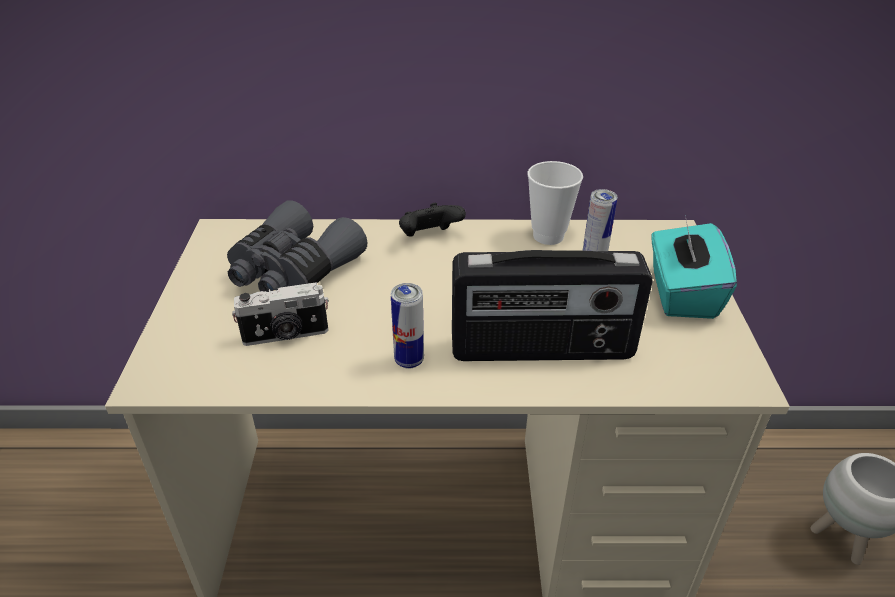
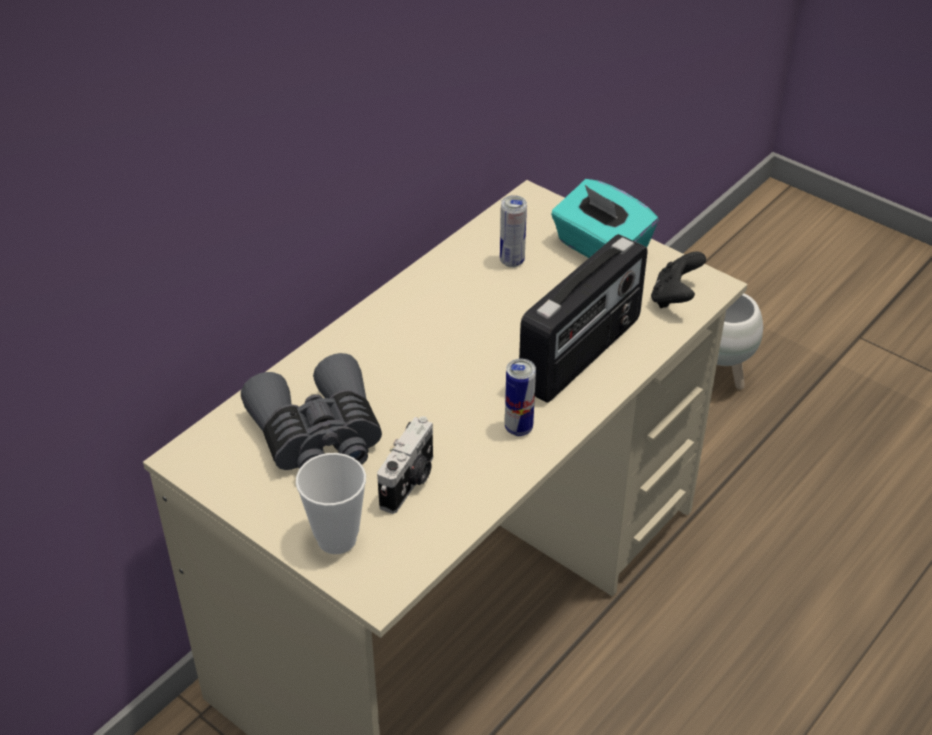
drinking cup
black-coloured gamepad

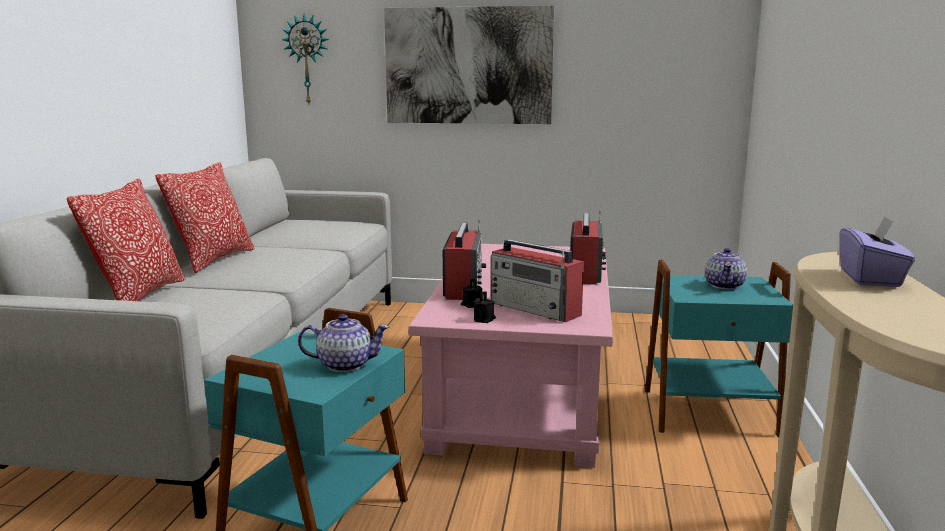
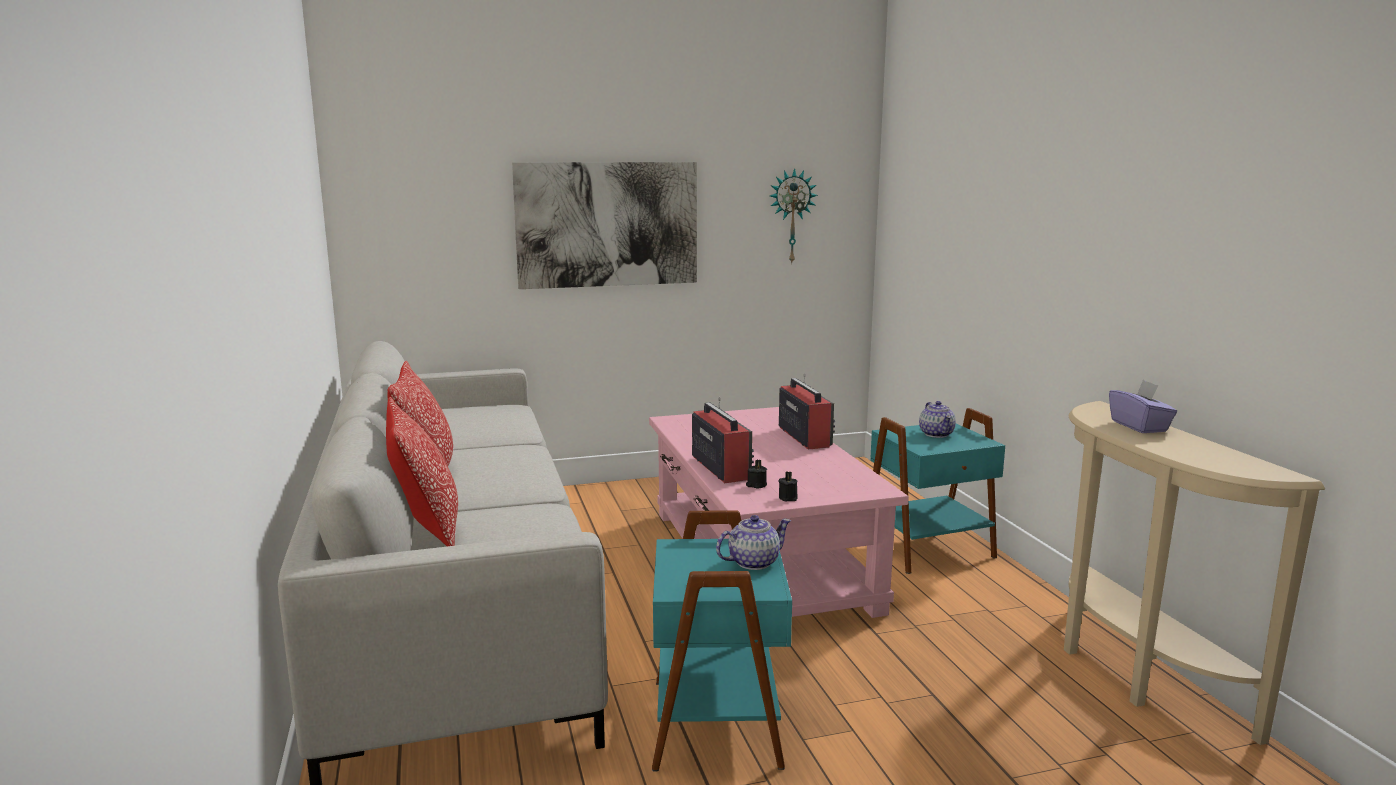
wall clock
radio receiver (2nd from left in the first image)

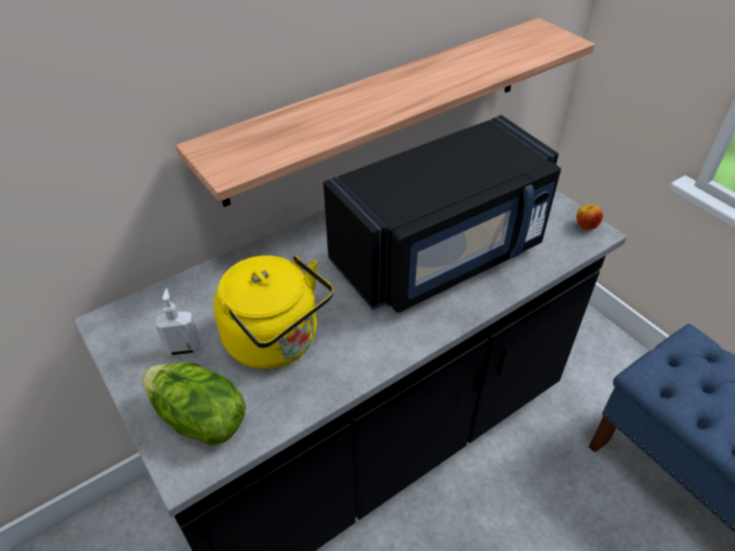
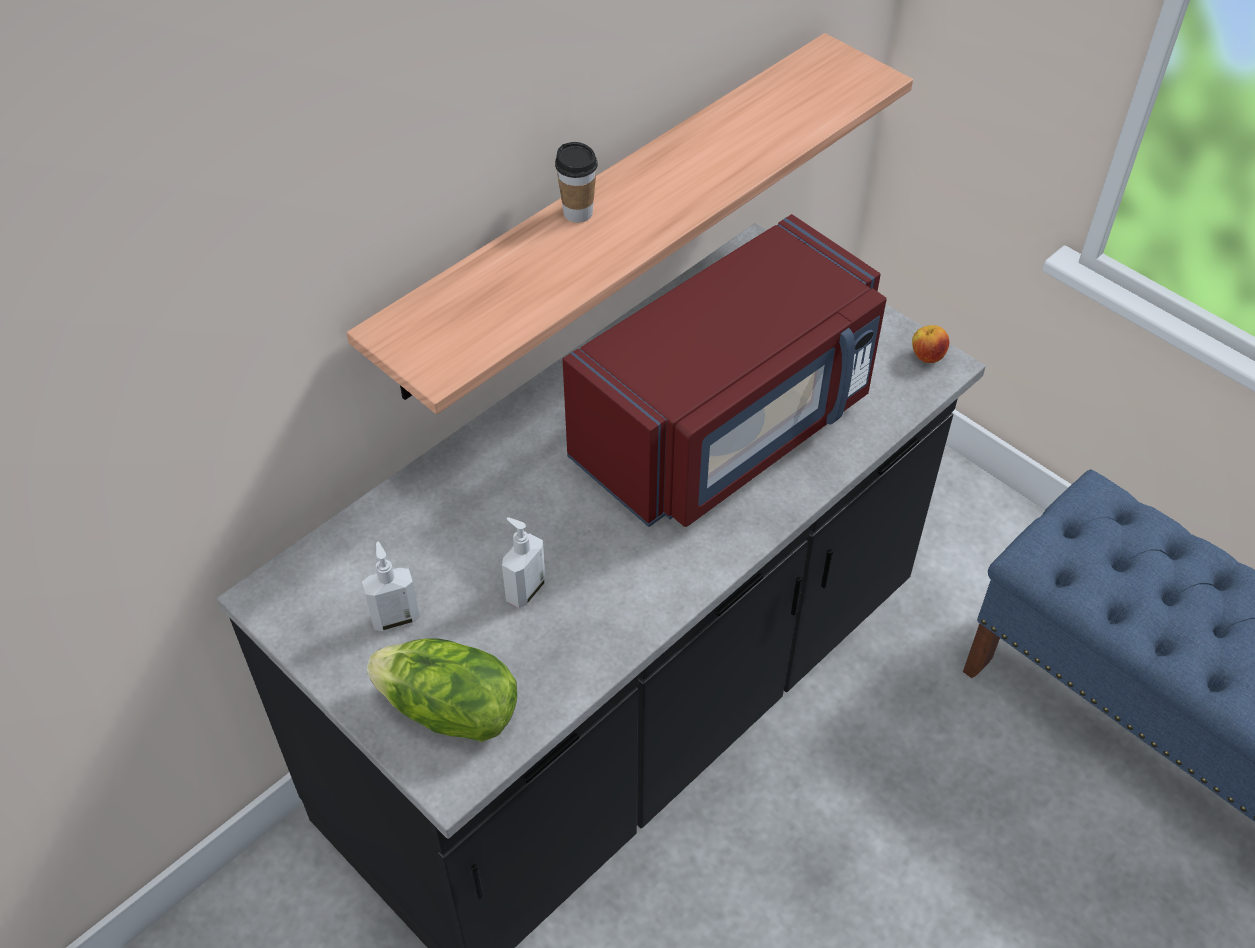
red kitchen microwave
liquid soap bottle (2nd from left)
drinking cup

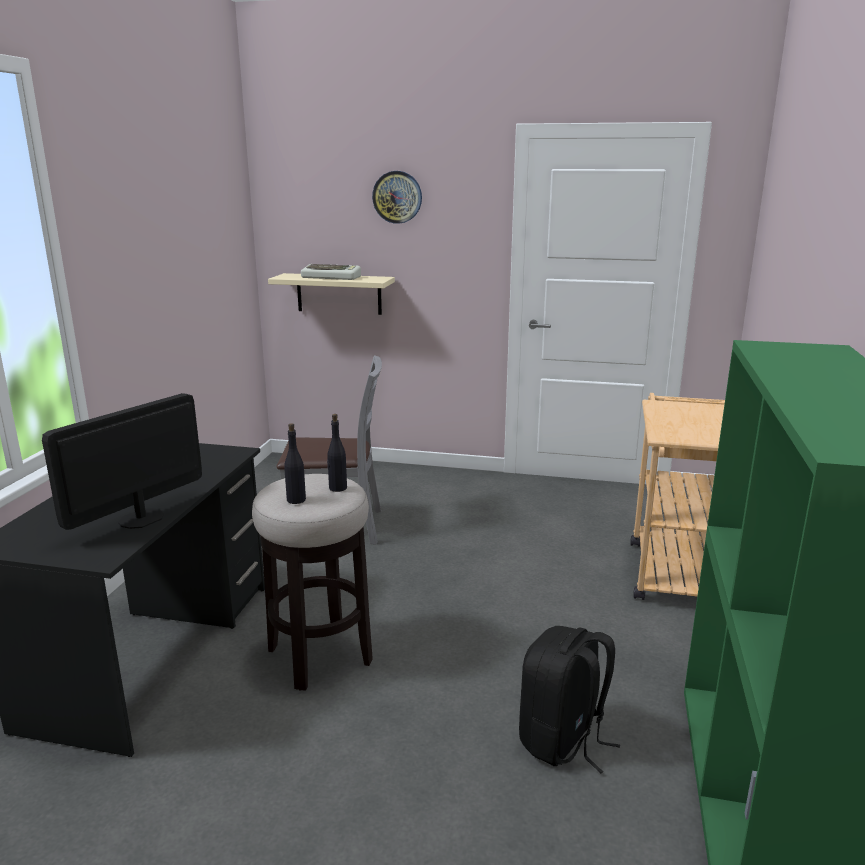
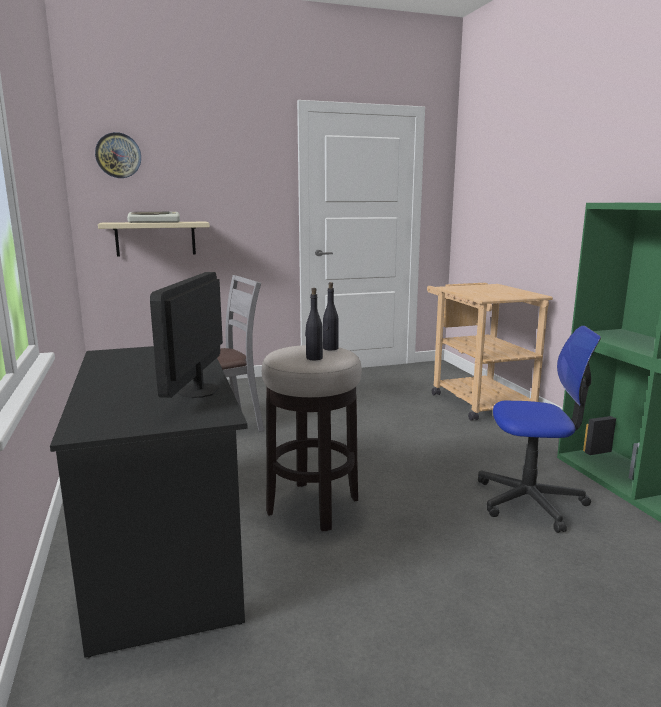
wall clock
office chair

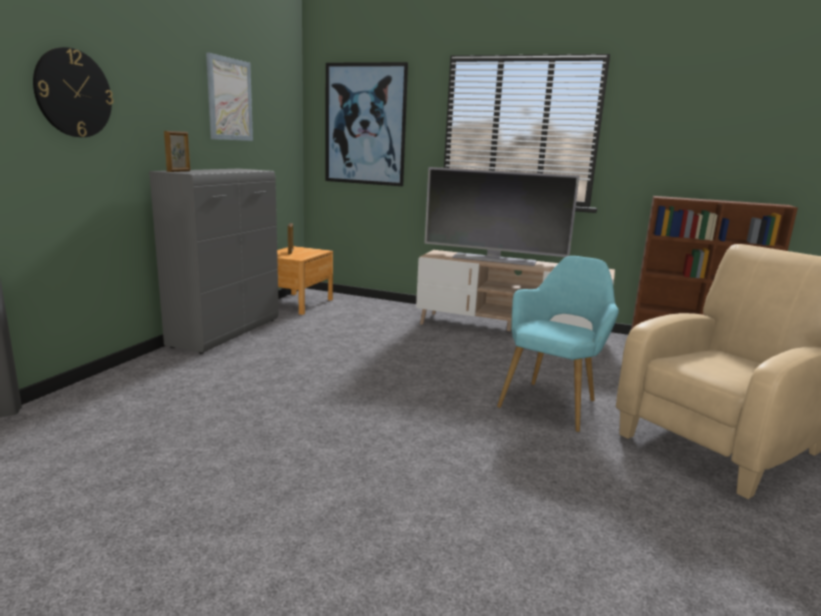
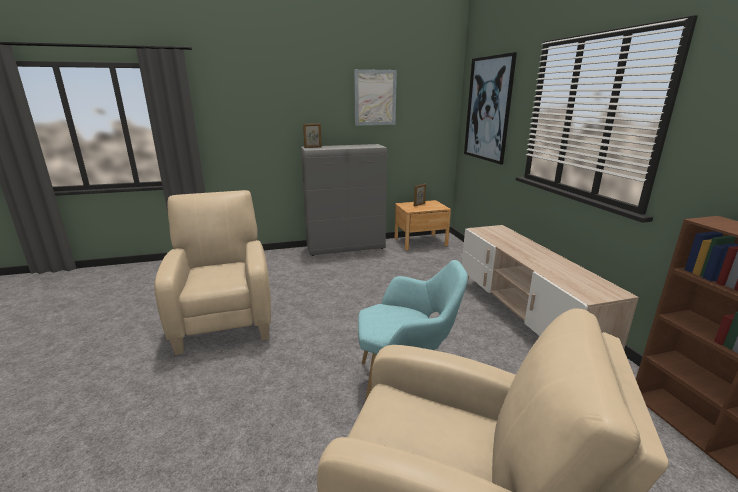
wall clock
television
beige lounge chair (1st from left)

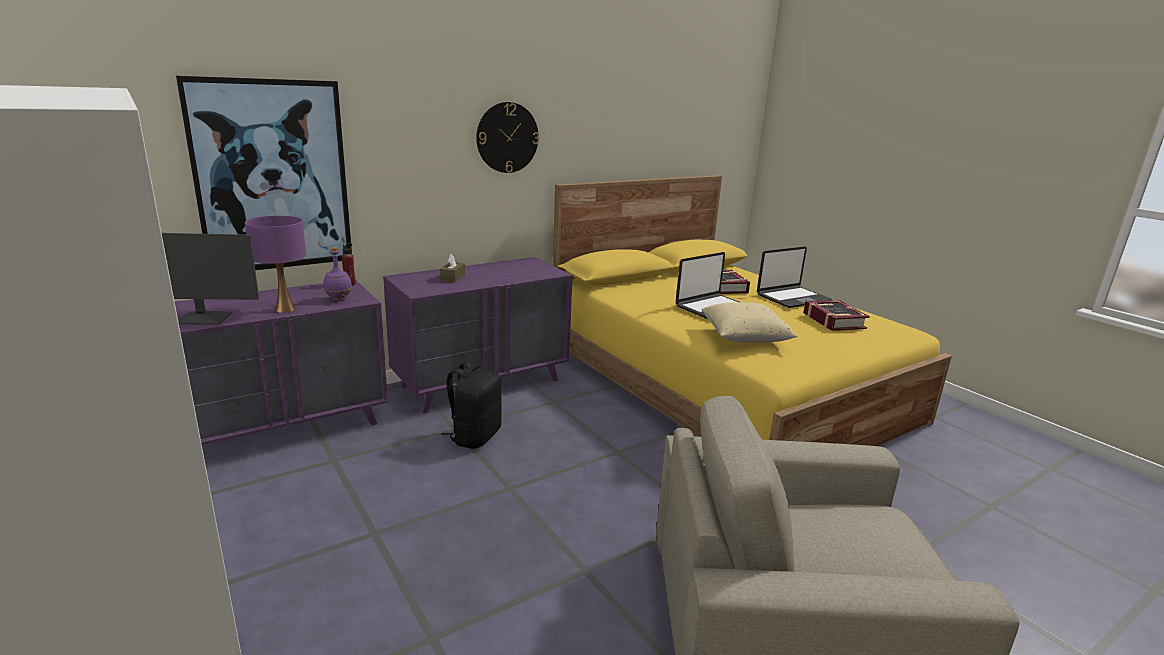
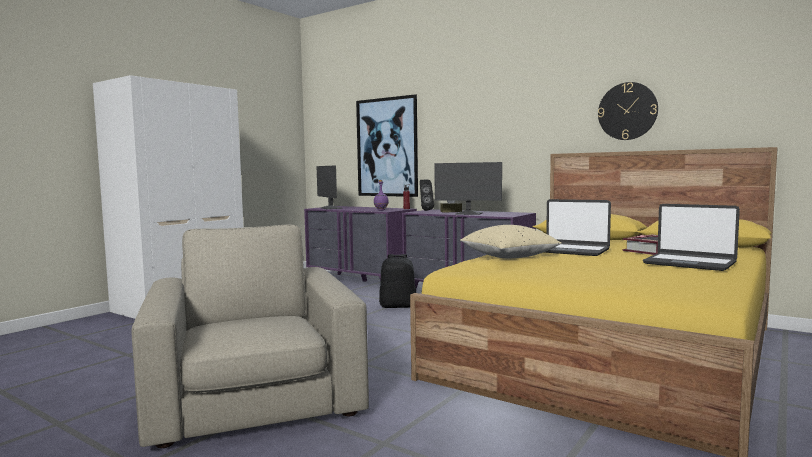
wall clock
purple-coloured tabletop lamp
volume (2nd from left in the first image)
computer display (2nd from left)
black-coloured audio speaker

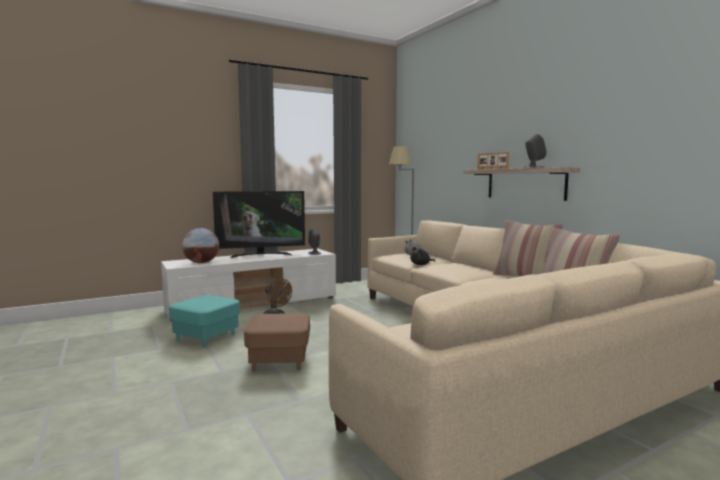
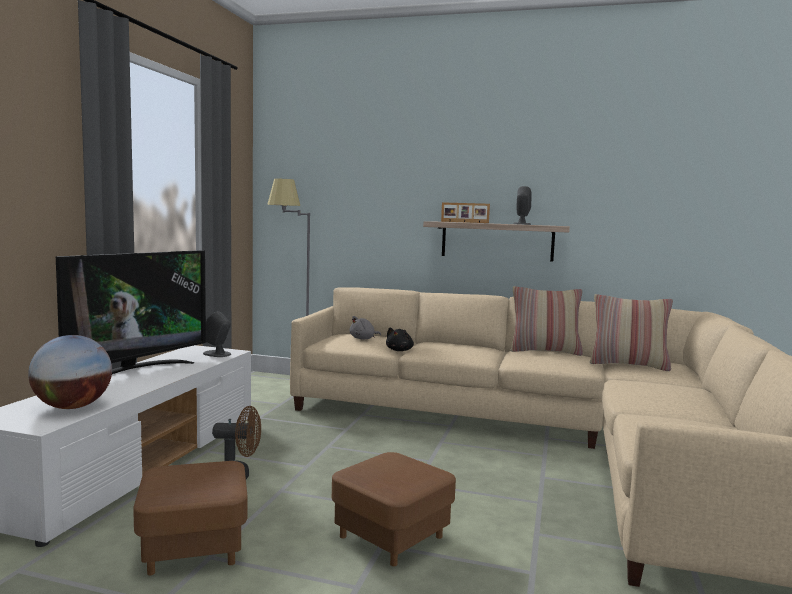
brownish footrest (1st from left)

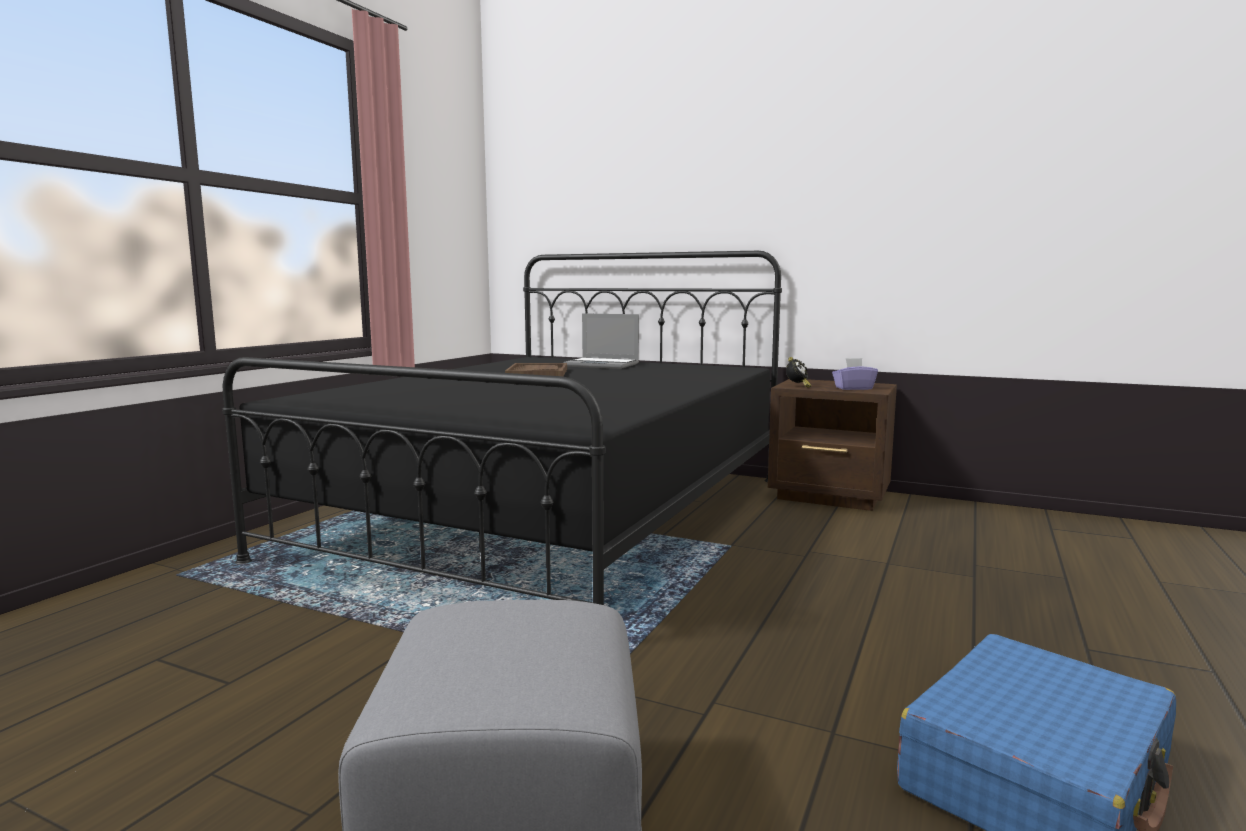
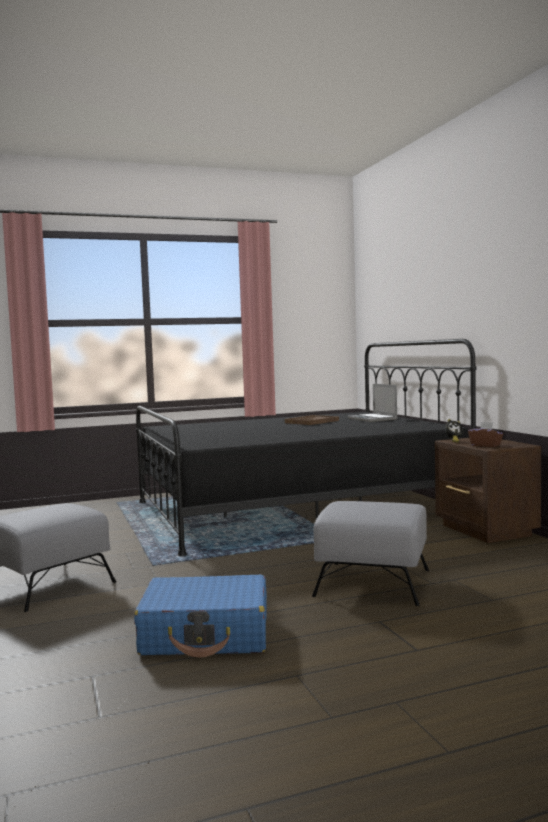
brownish tissue box
gray footrest (2nd from left)

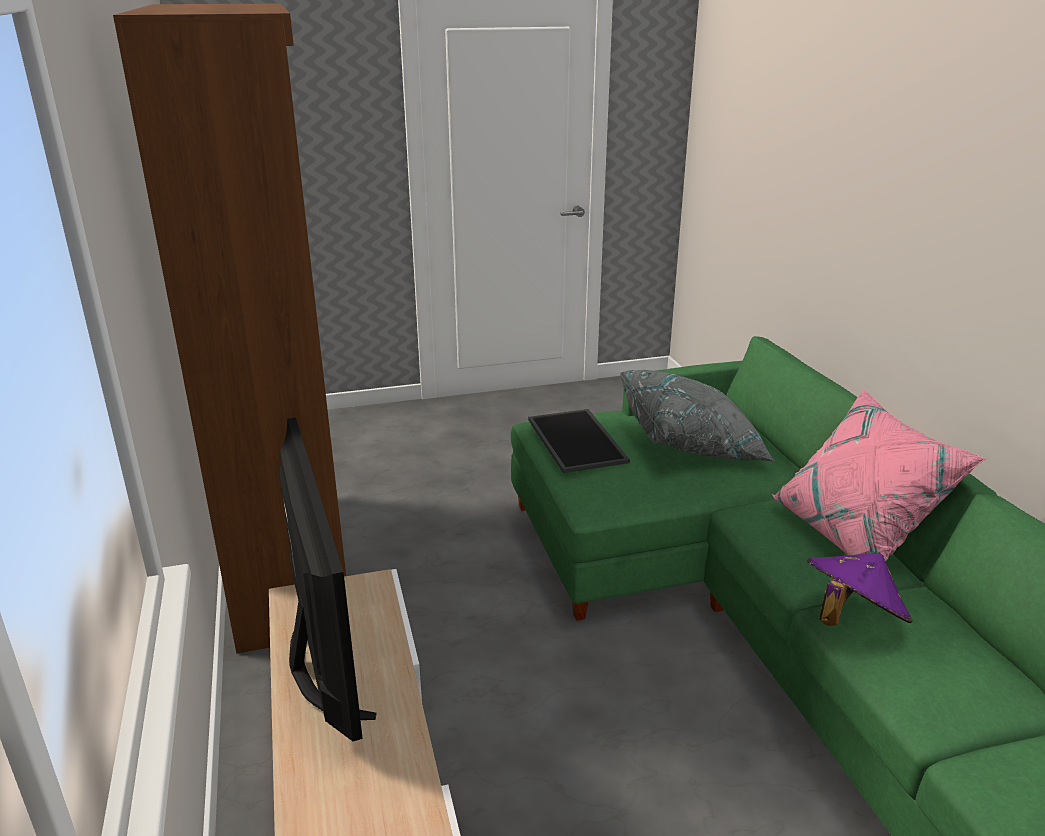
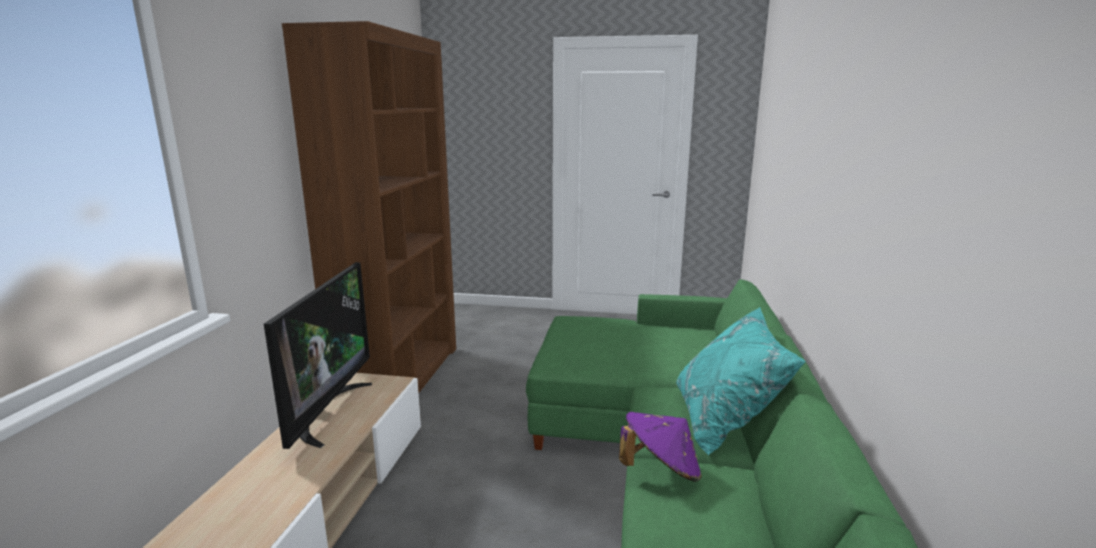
gray cushion
turquoise cushion
serving tray

